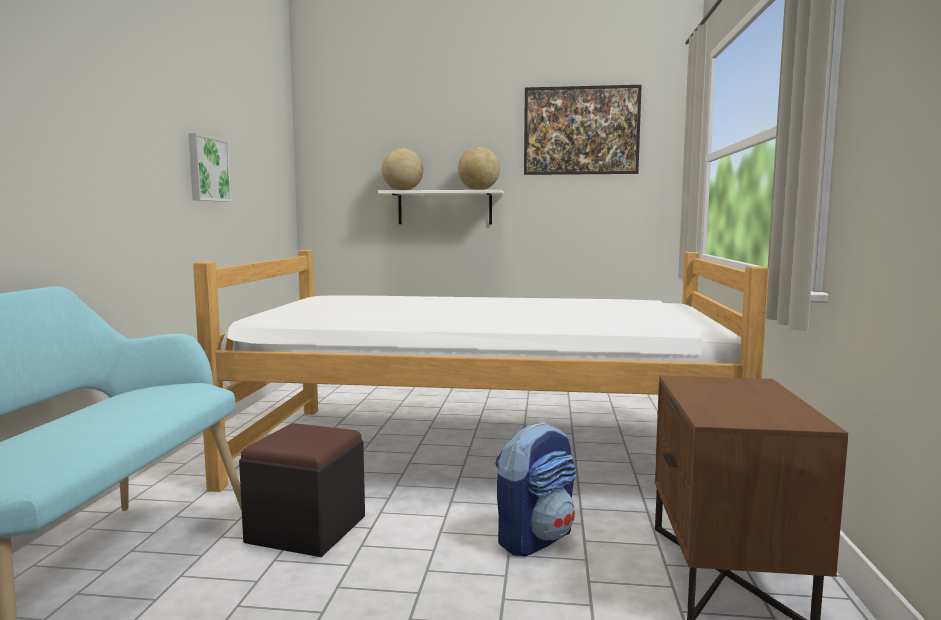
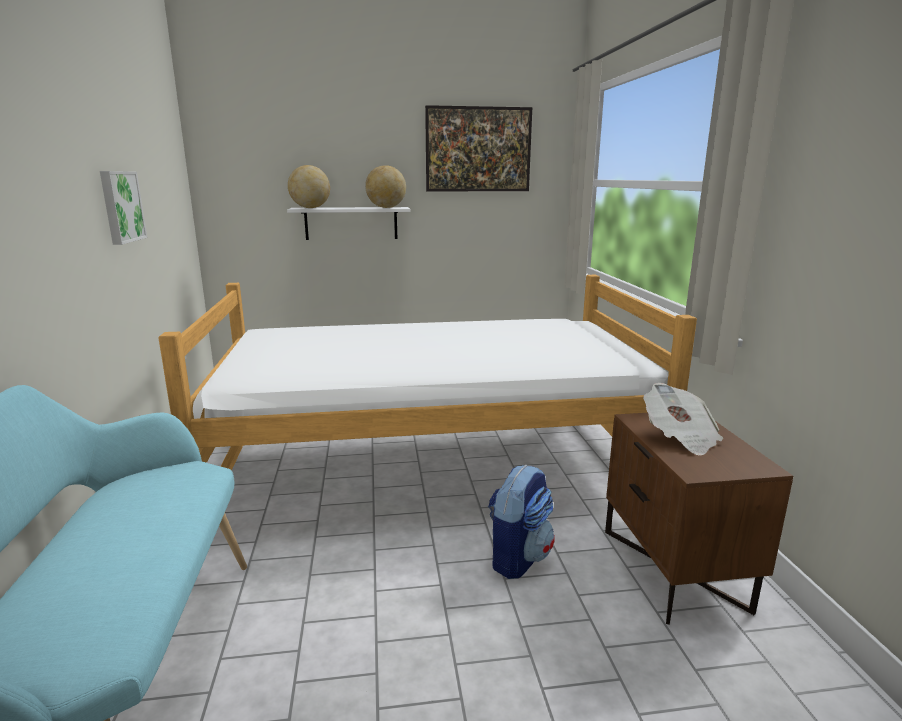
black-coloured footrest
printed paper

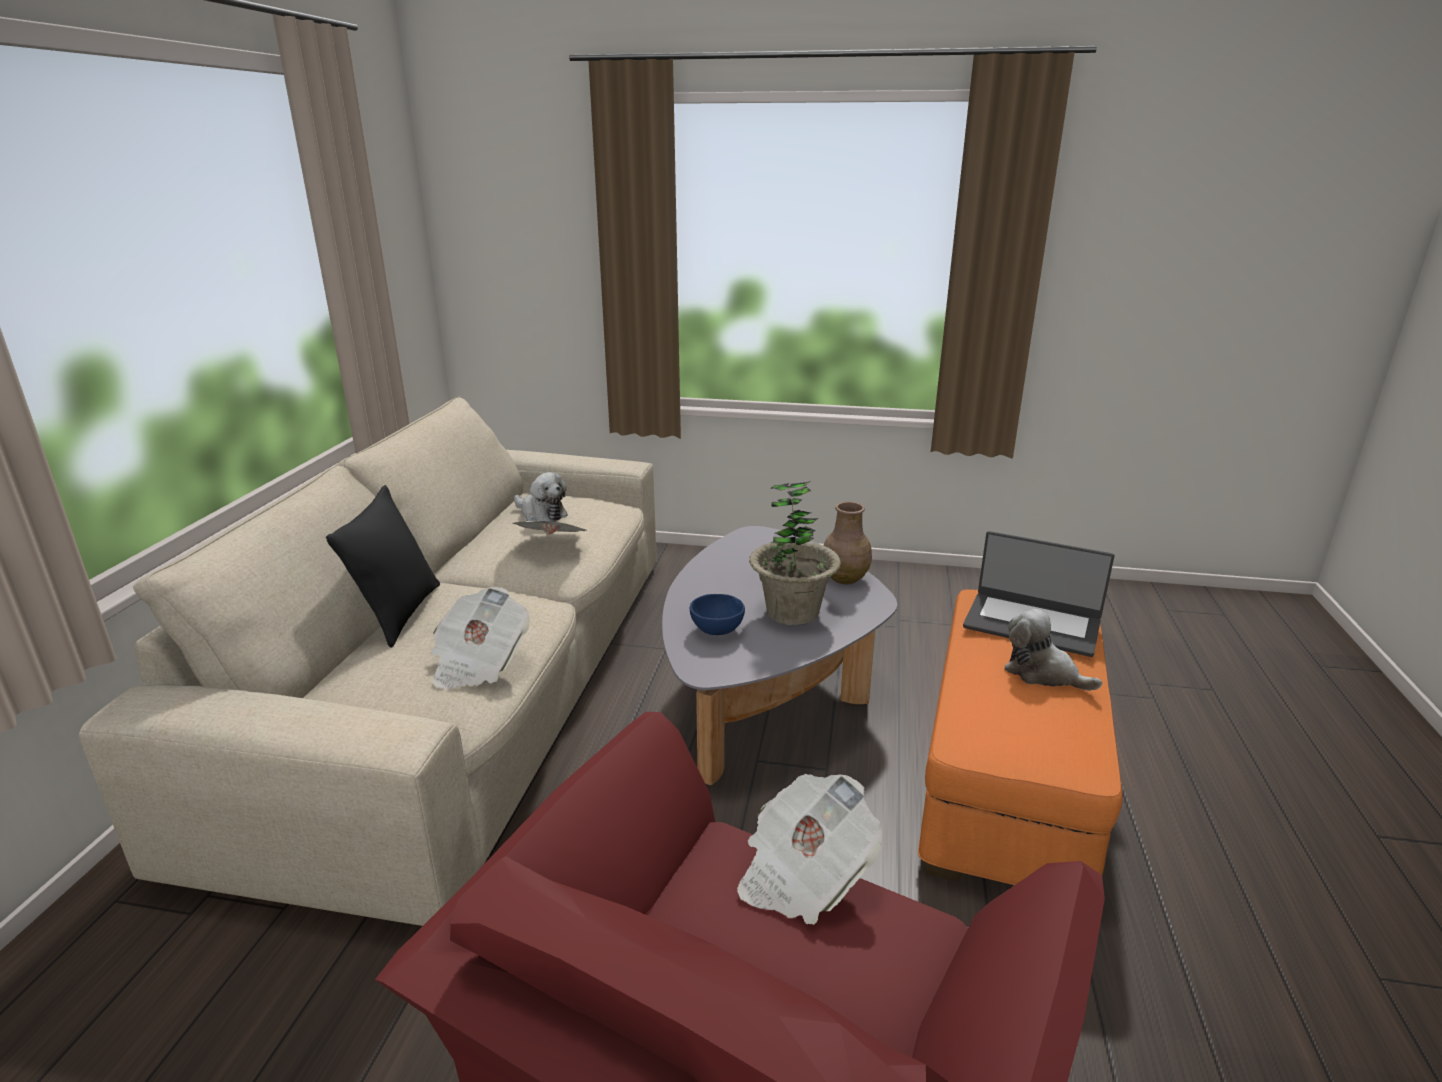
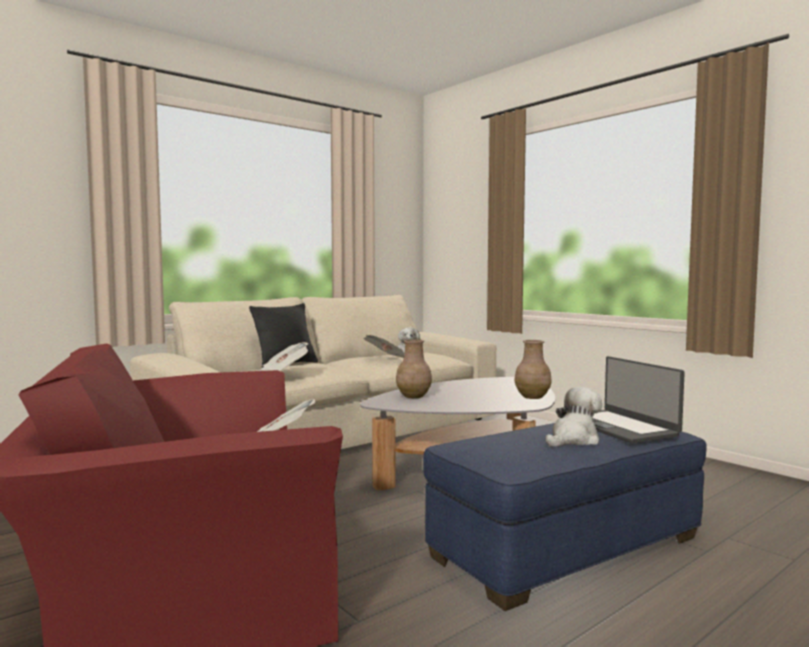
potted plant
blue-coloured footrest
brownish flower vase (1st from left)
plush toy (2nd from left)

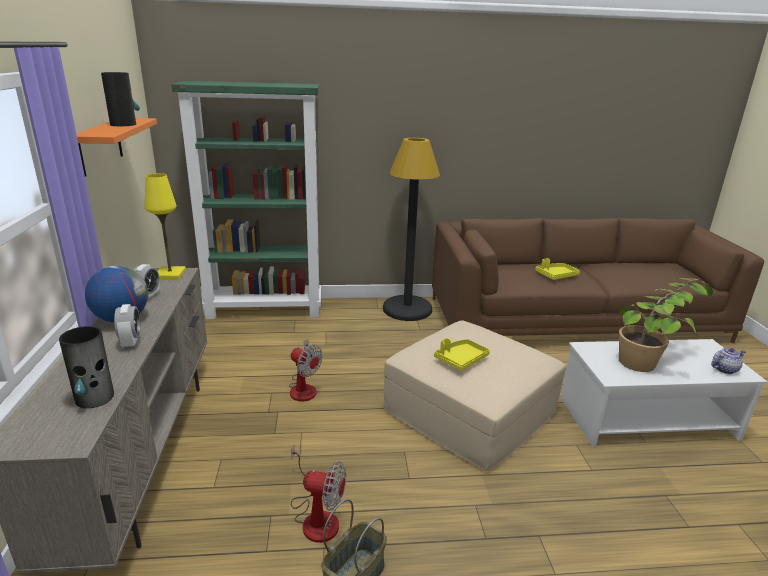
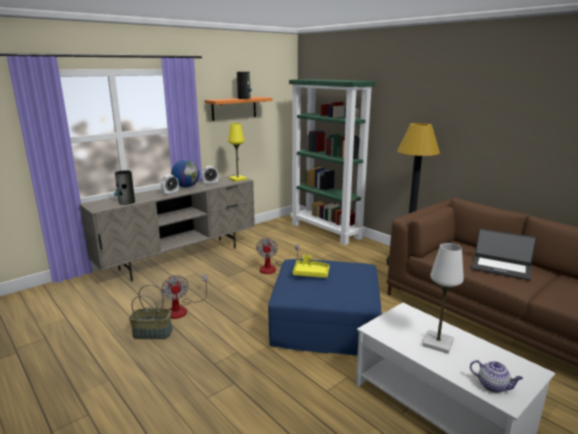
portable computer
white tabletop lamp
blue-coloured footrest

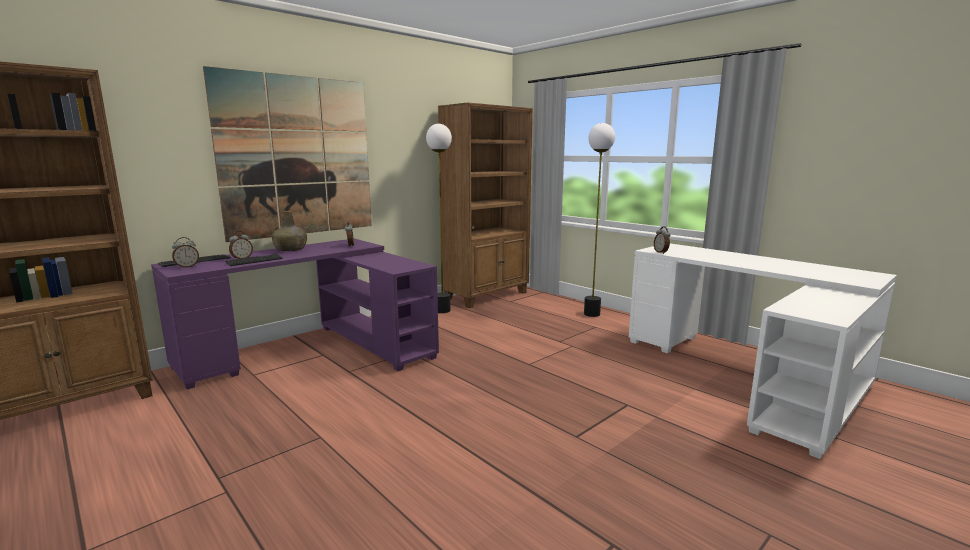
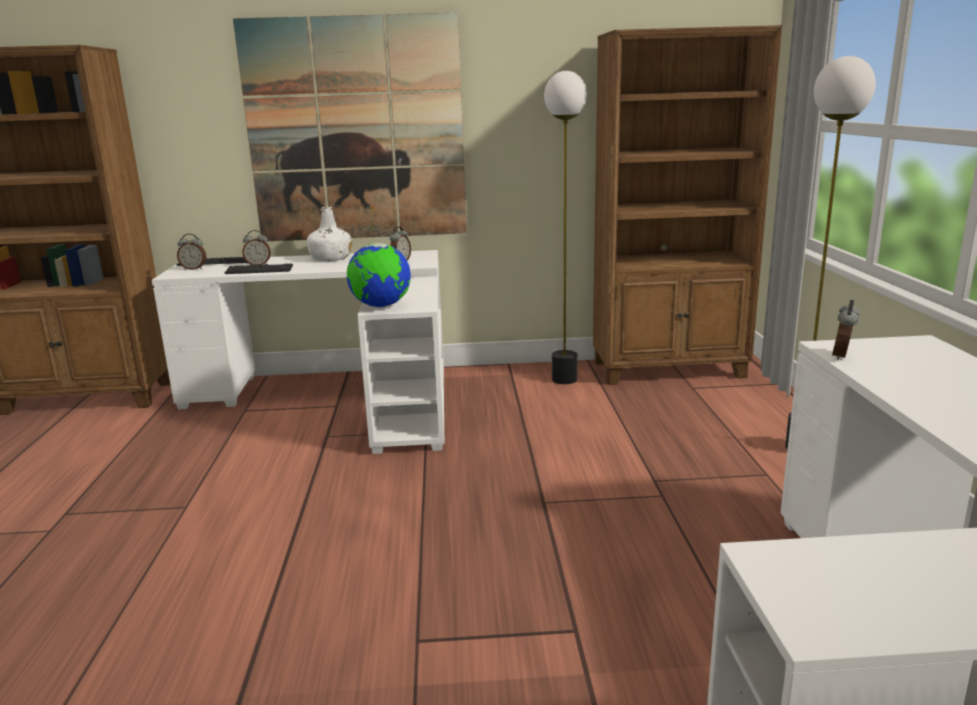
white bottle
white desk table (1st from left)
globe

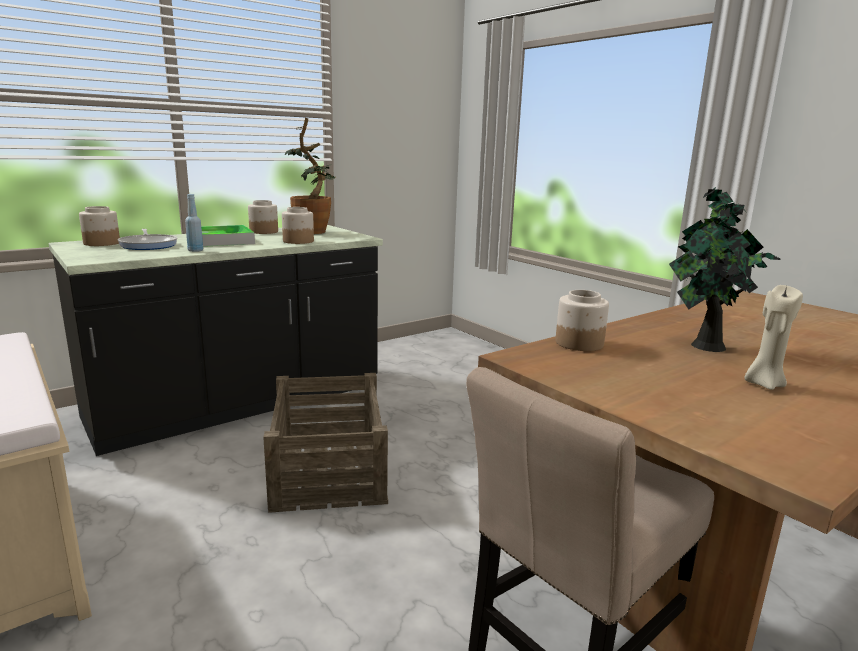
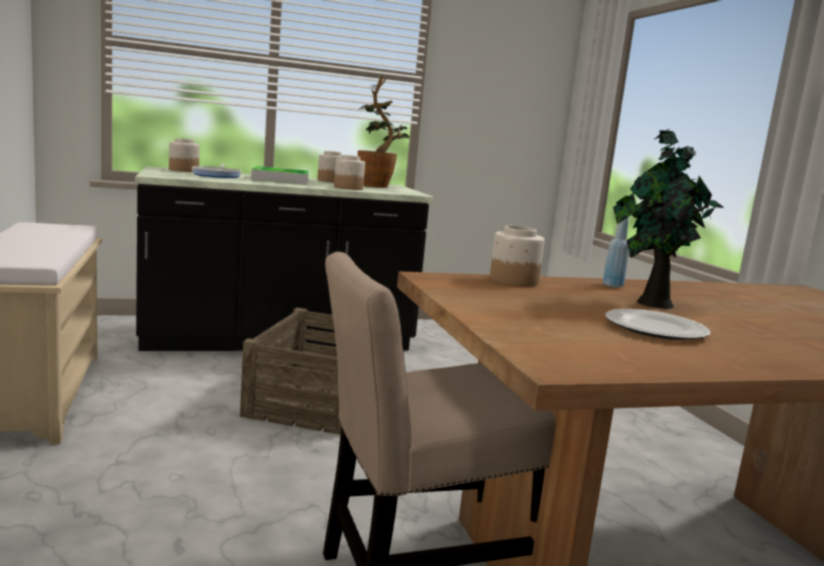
blue-coloured bottle
flat dish

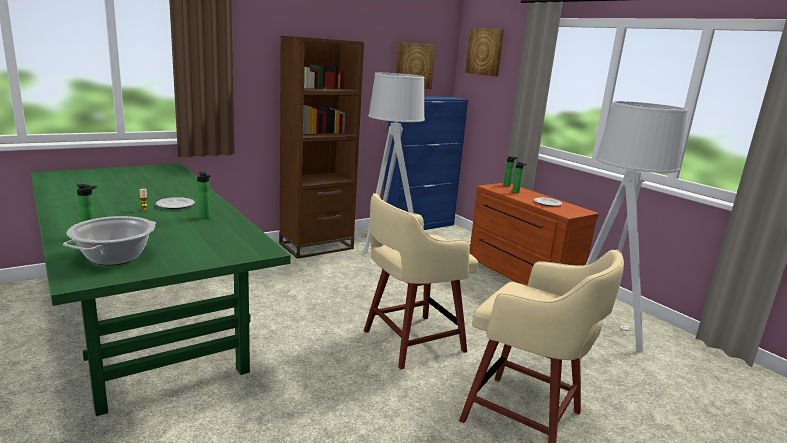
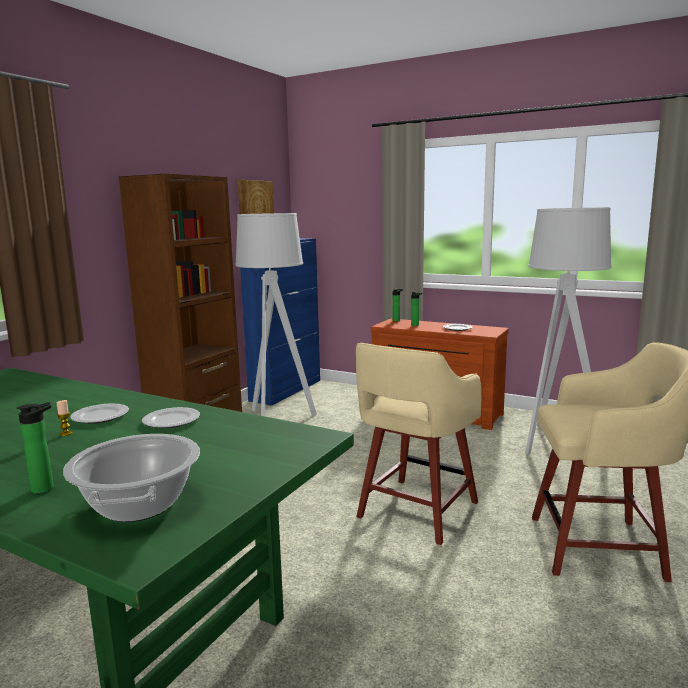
picture (2nd from left in the first image)
flat dish (2nd from left)

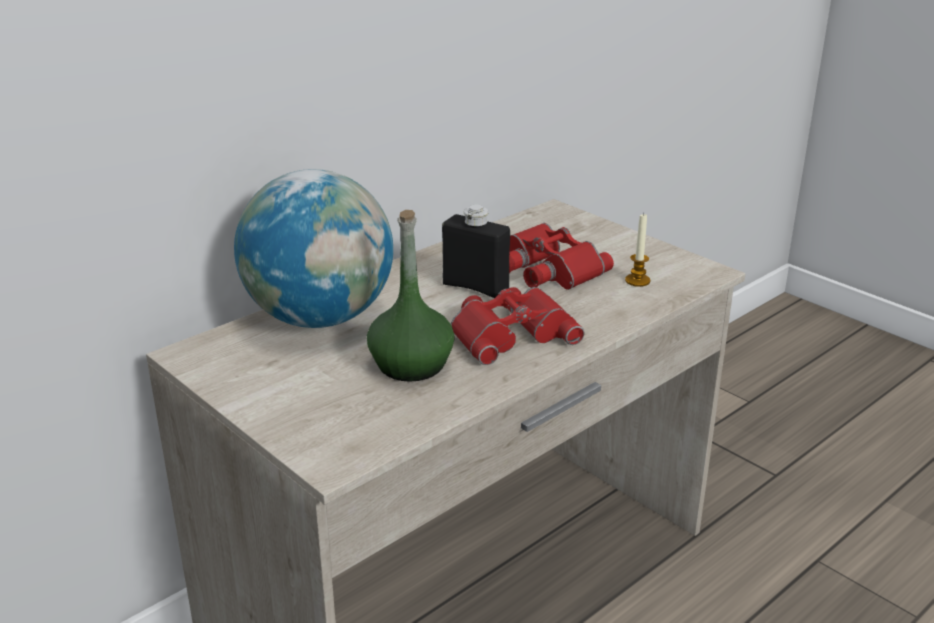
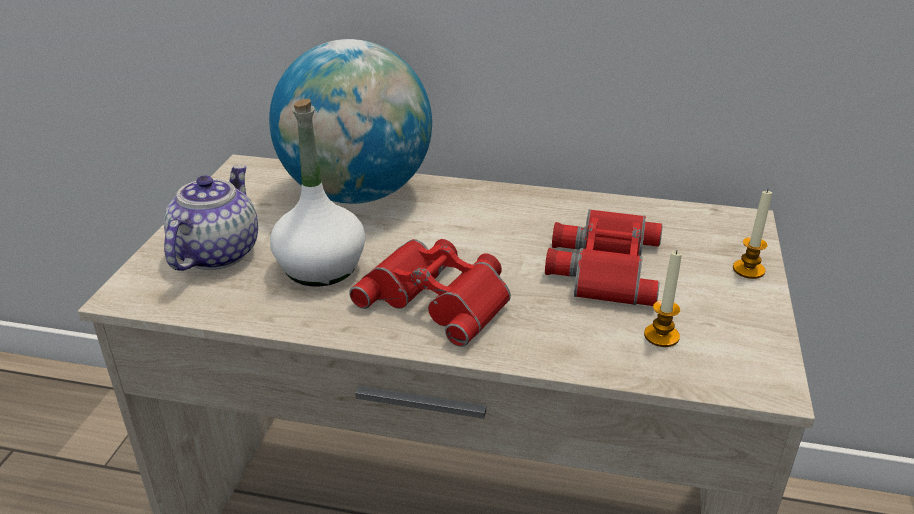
black-coloured bottle
white bottle
pot for tea
wax candle (2nd from left)

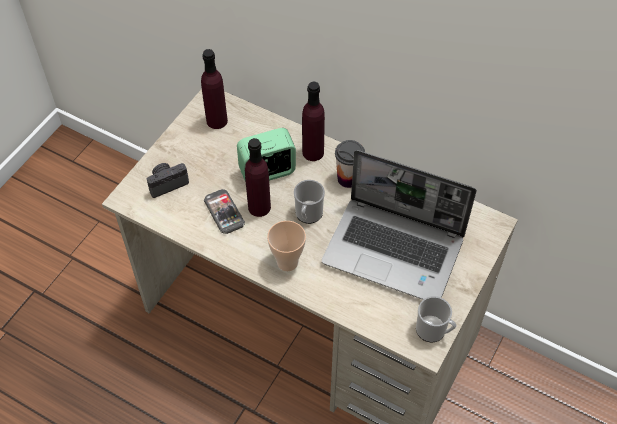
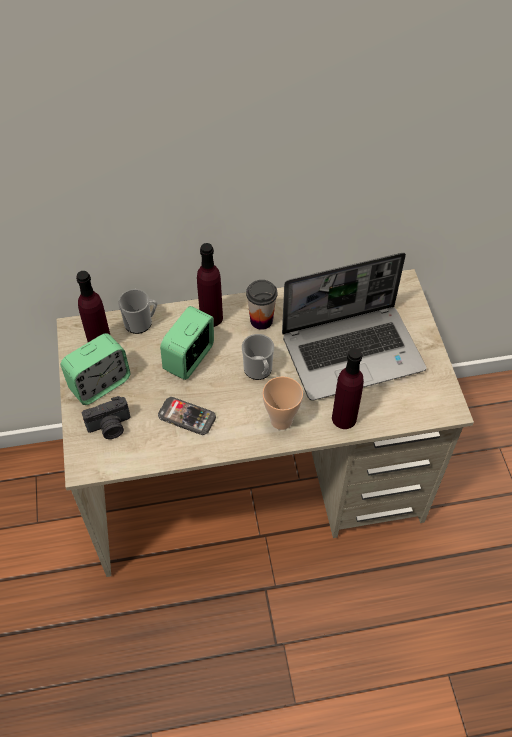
purple-coloured bottle (3rd from left)
photo camera
tea mug (1st from left)
table clock (1st from left)

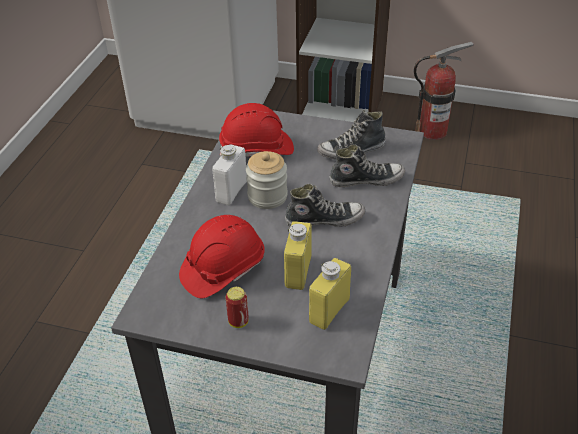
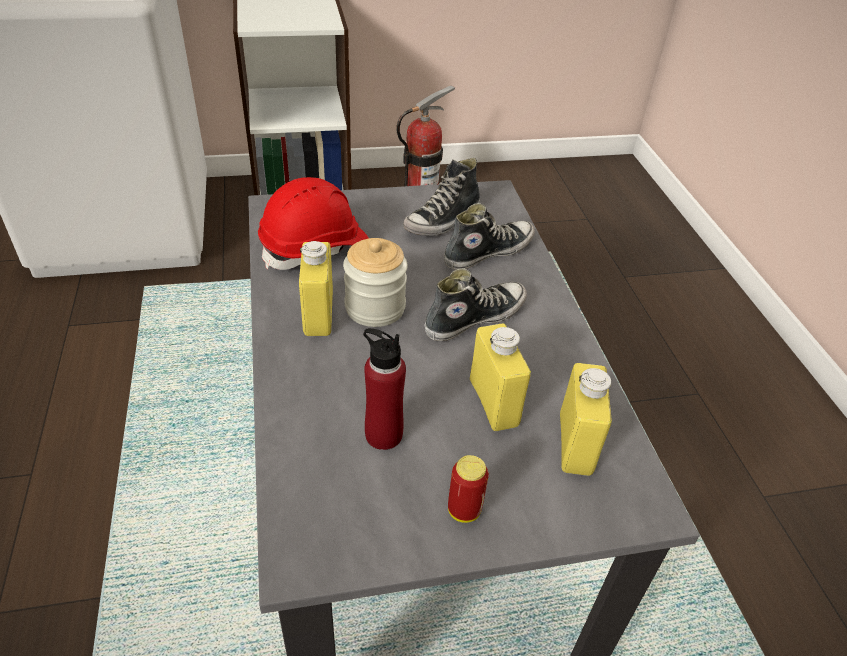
yellowish bottle (1st from left)
red bottle

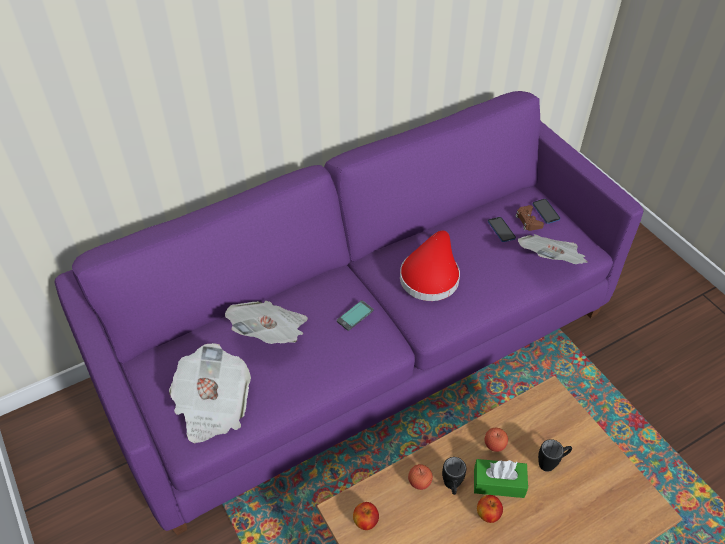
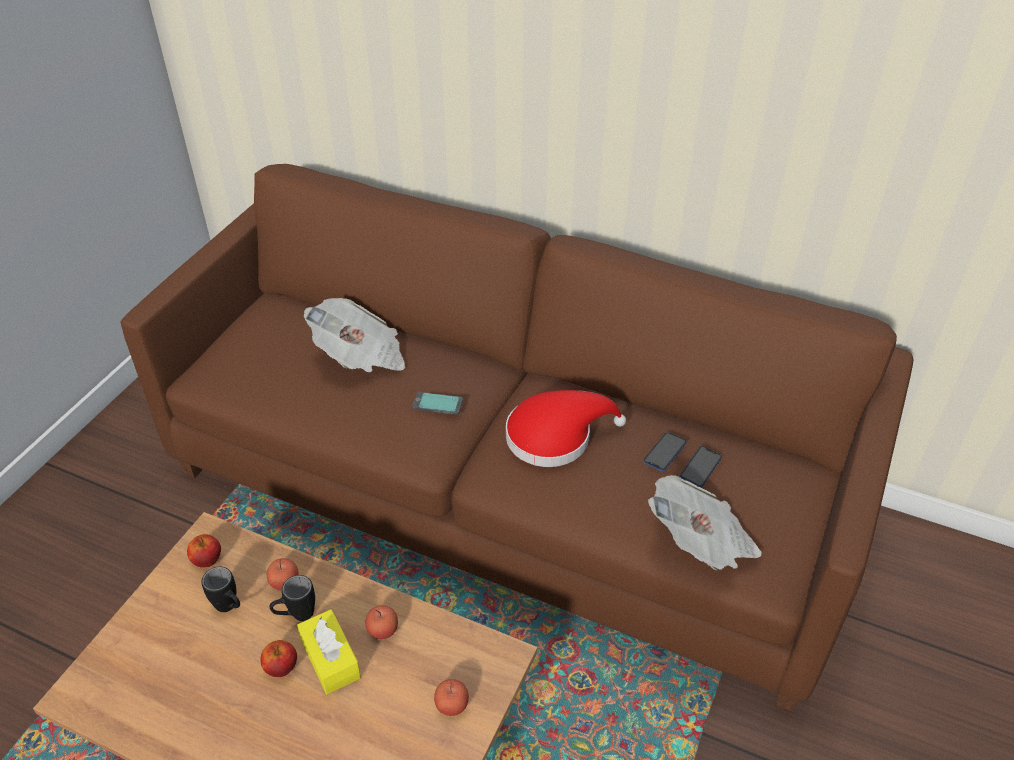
brownish settee
handset (2nd from left)
brownish gamepad
printed paper (1st from left in the first image)
black-coloured tea mug (1st from left)
yellowish tissue box
apple (5th from left)

